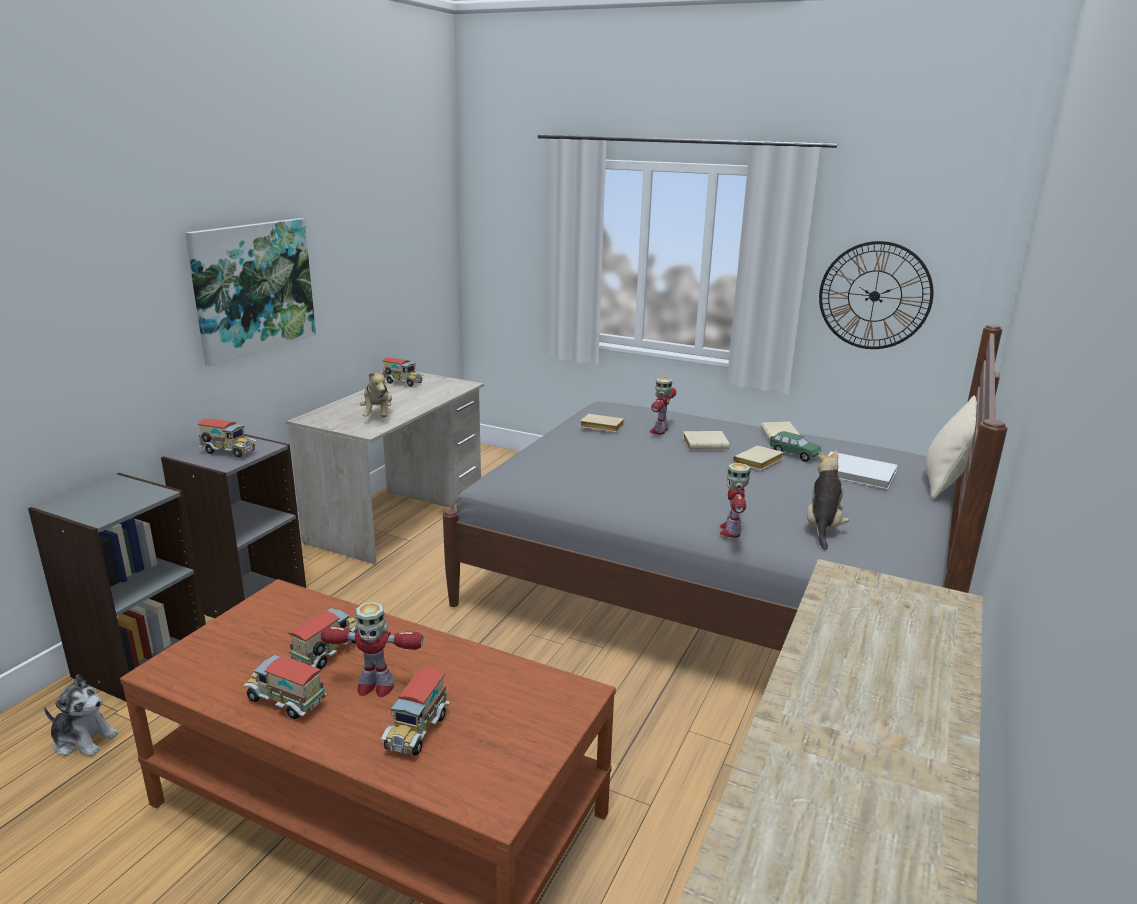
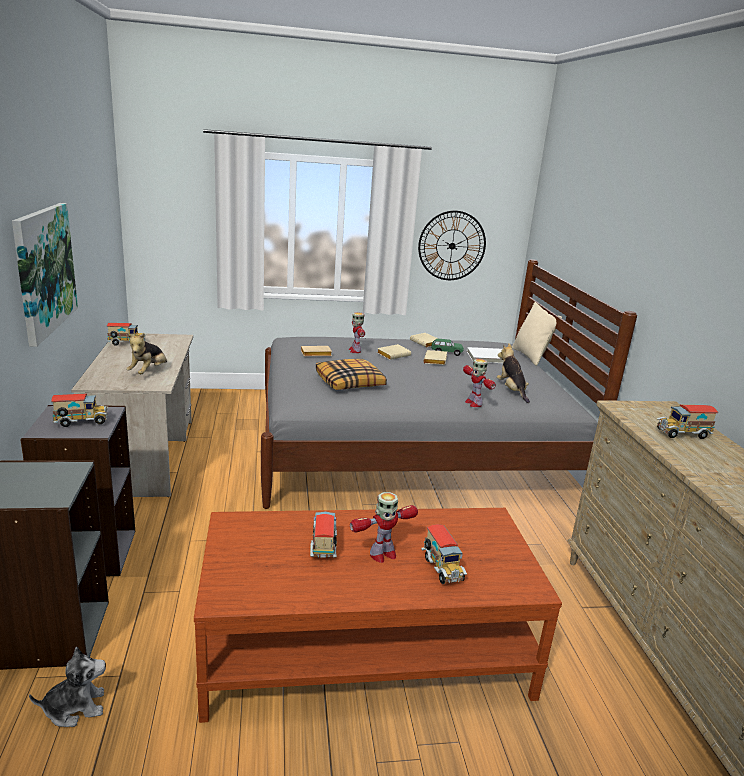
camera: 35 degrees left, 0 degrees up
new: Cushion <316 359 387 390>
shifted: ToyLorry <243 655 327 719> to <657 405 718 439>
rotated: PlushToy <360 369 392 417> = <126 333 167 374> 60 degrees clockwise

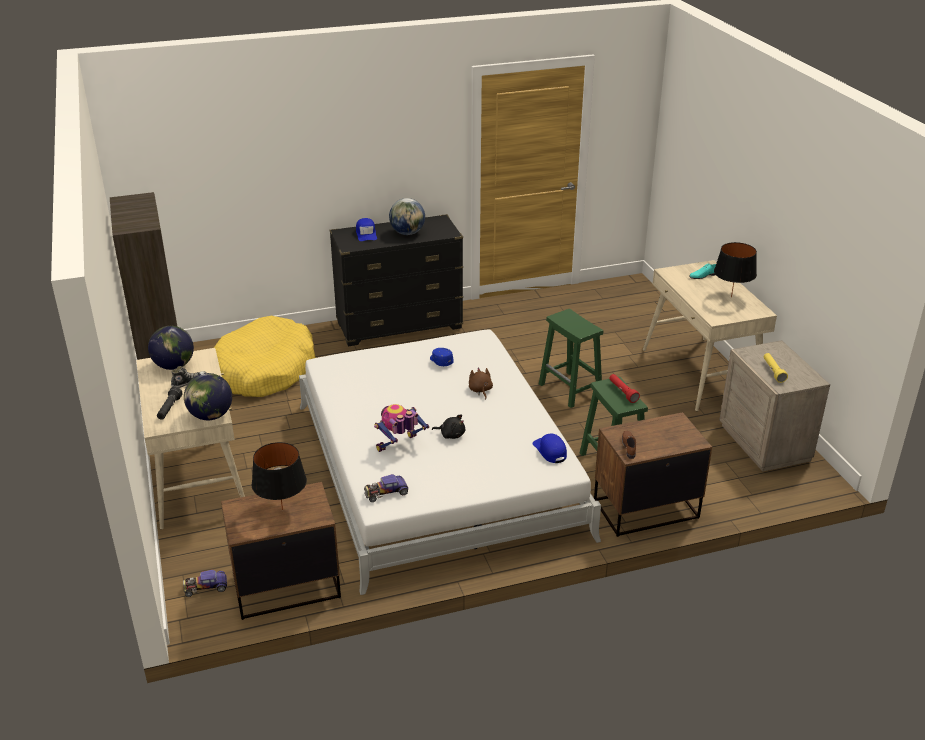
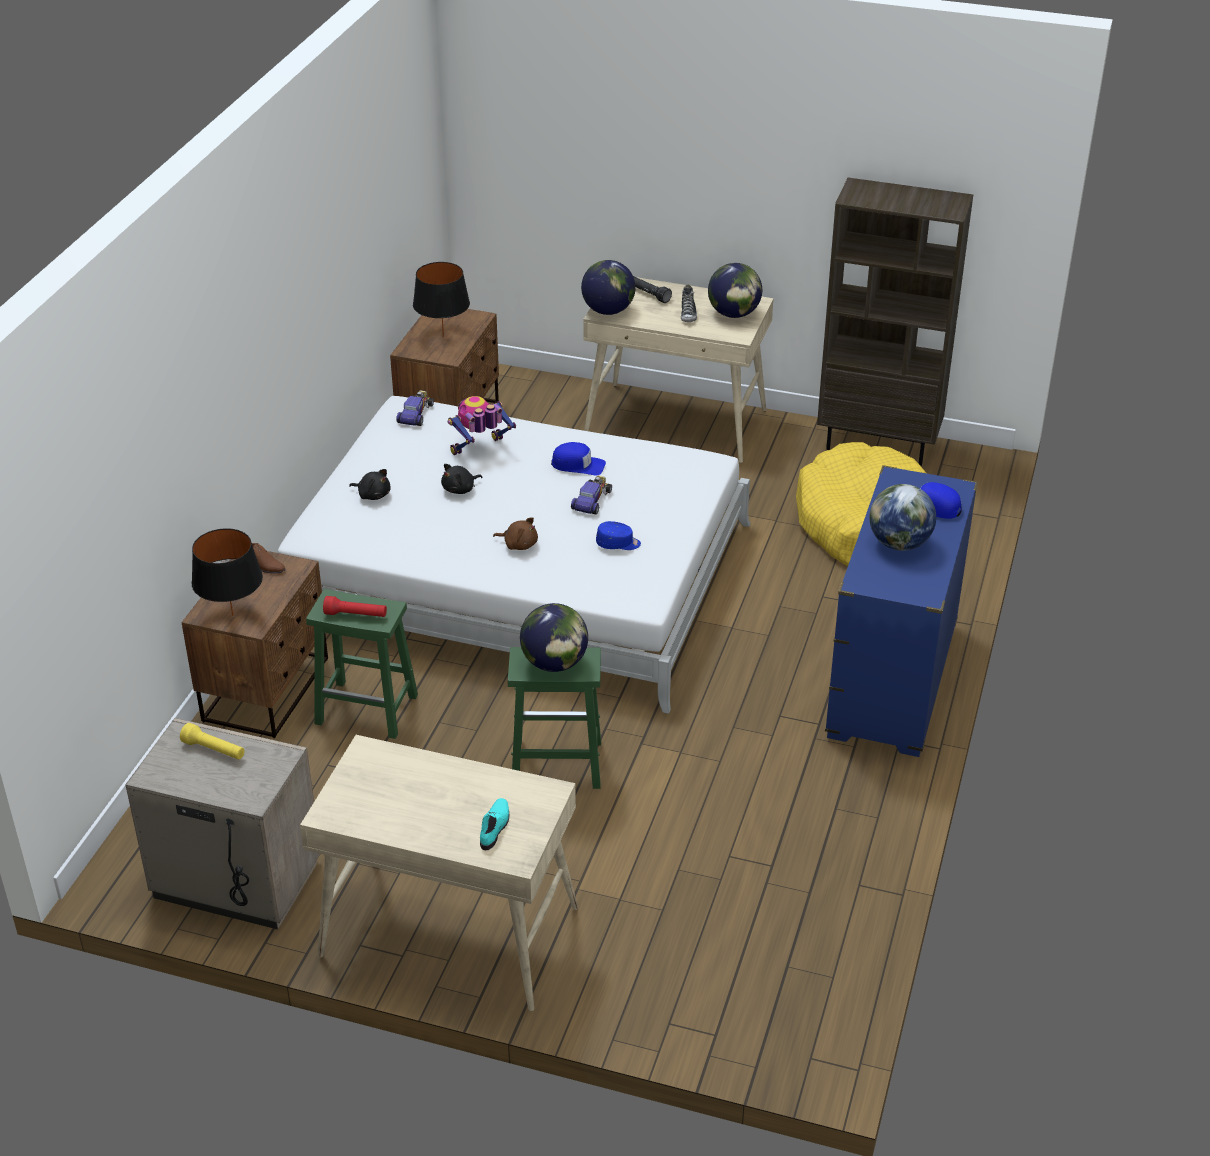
camera: 125 degrees right, 5 degrees up
new: BlackColouredPlushToy <349 469 391 500>; DeskGlobe <520 603 588 672>
shifted: BlackColouredTabletopLamp <714 242 757 297> to <192 528 263 616>; BlueColouredPeakedCap <533 434 567 463> to <551 442 606 476>; MiniatureCar <183 570 227 597> to <571 475 612 514>
repainted: BlackColouredDrawerChest <330 214 463 347> to BlueColouredDrawerChest <825 465 978 757>
rotated: RobotFigure <374 404 429 452> = <448 396 516 455> 120 degrees counterclockwise

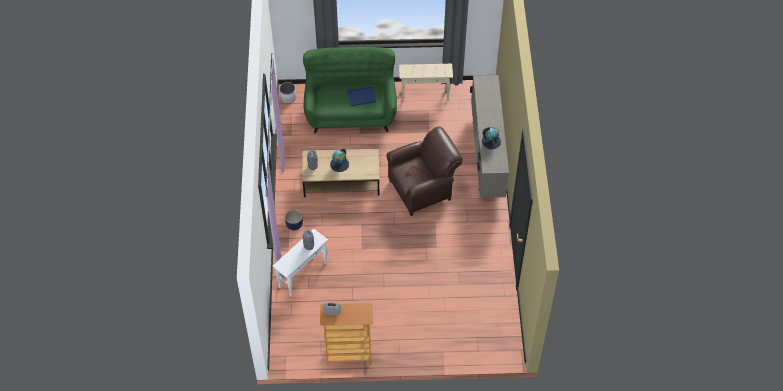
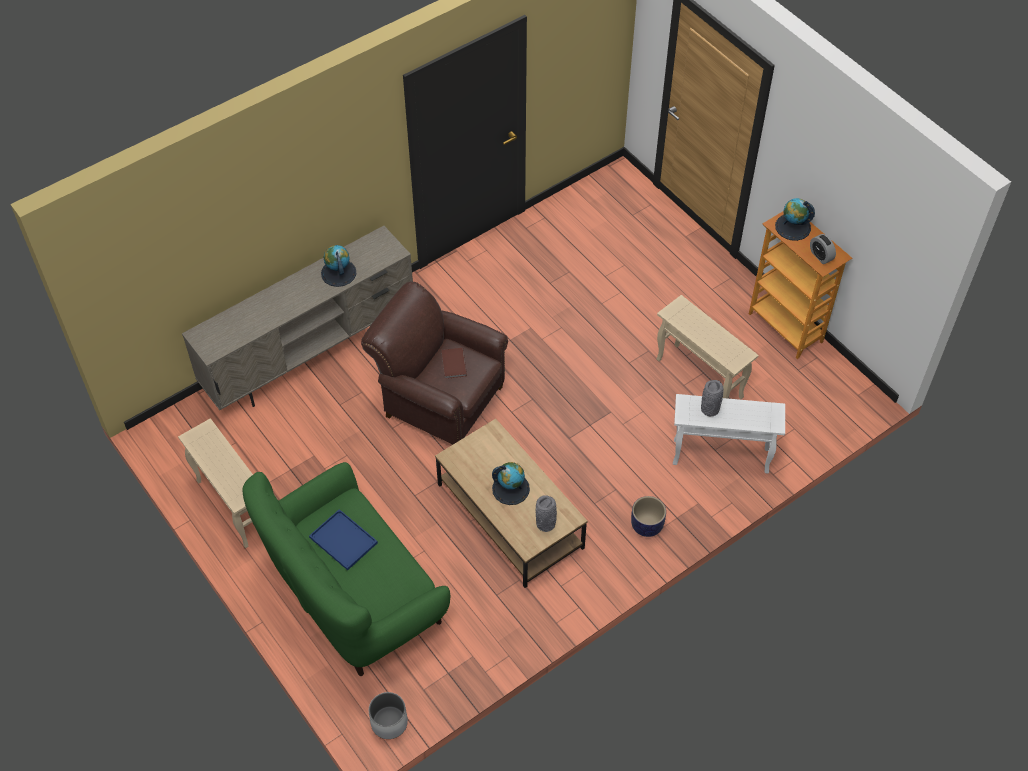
camera: 125 degrees left, 0 degrees up
new: DeskGlobe <775 198 815 241>; BeigeAccentTable <656 295 758 399>

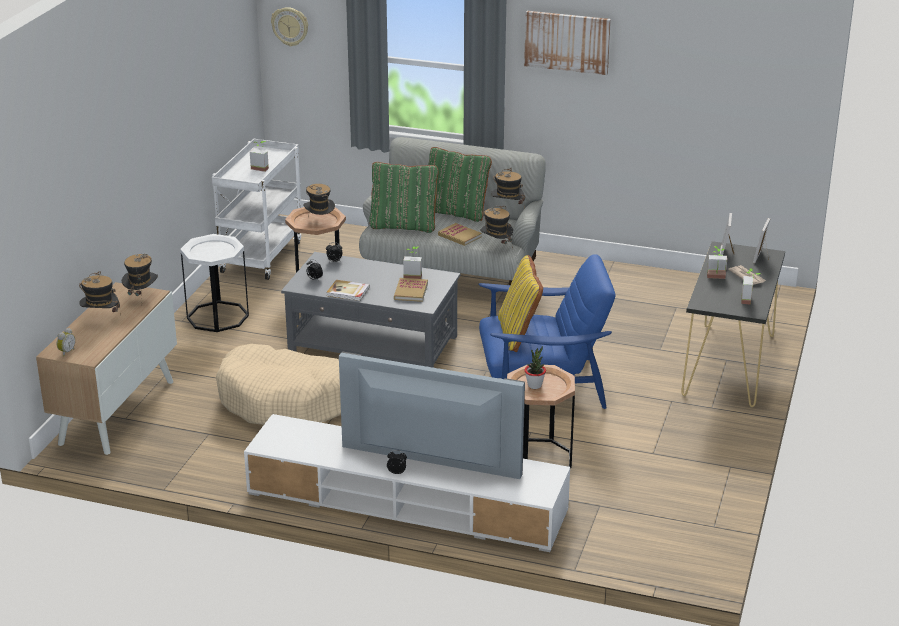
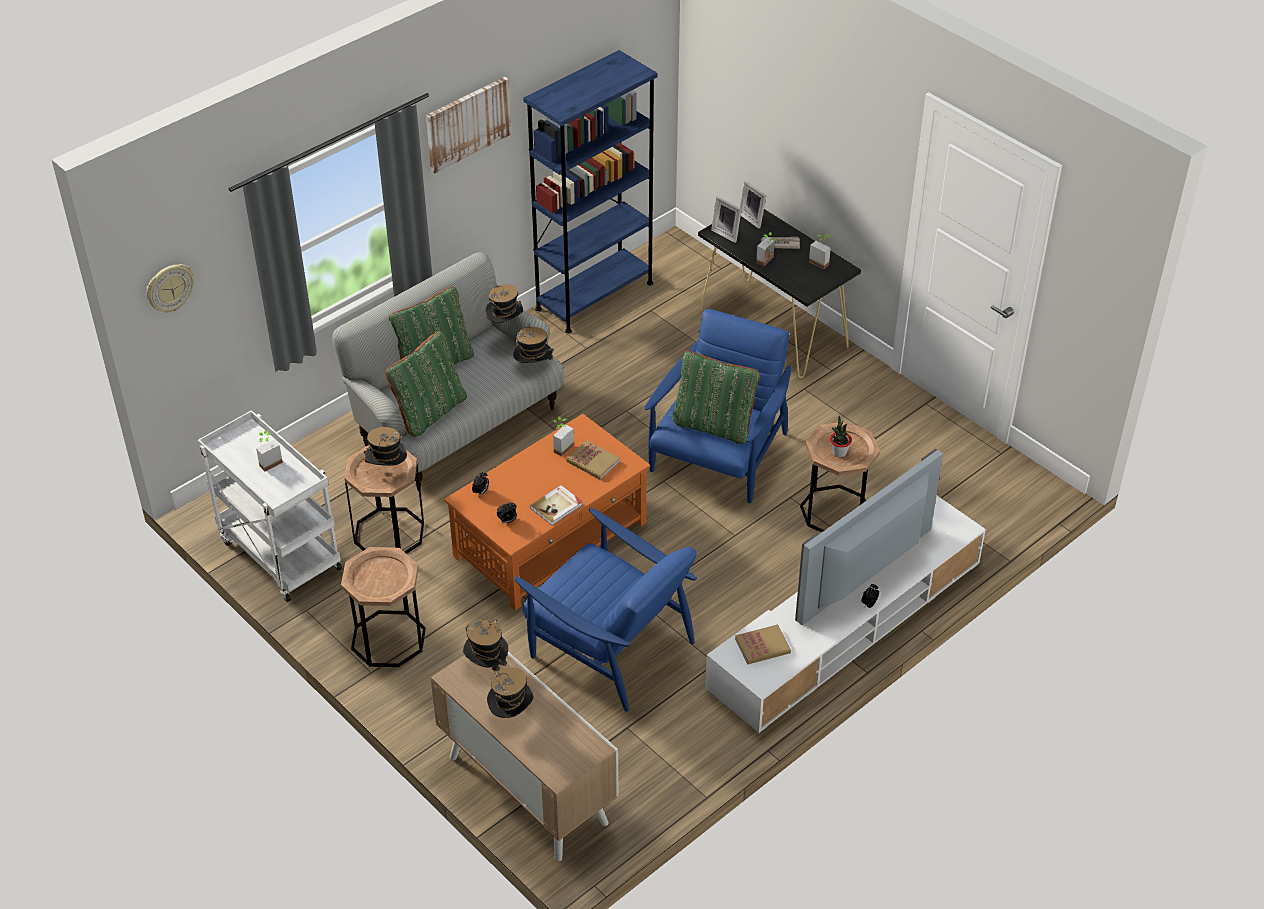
camera: 60 degrees left, 15 degrees up
gone: BedsideClock <57 328 75 356>
new: BlueColouredBookshelf <523 50 658 333>
shifted: BoundBook <438 223 482 246> to <735 624 791 665>
swapped: BeigeDogBed <216 344 341 425> to BlueColouredEasyChair <514 508 697 712>
repainted: WhitishAccentTable <180 234 249 332> to BrownAccentTable <341 547 426 667>; GreyLowTable <281 252 460 368> to OrangeLowTable <444 414 650 610>; YellowColouredCushion <498 255 543 352> to GreenCushion <673 351 760 444>

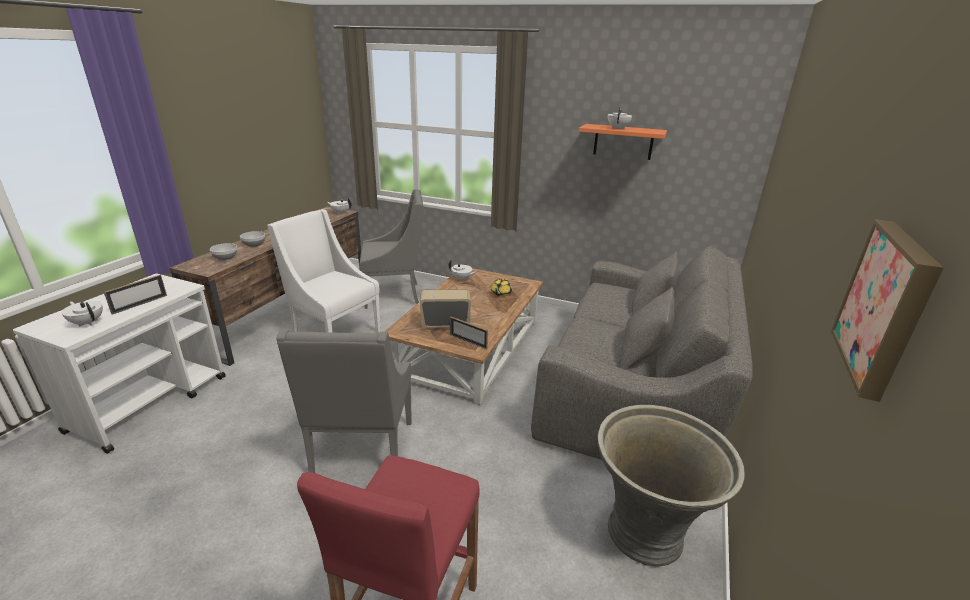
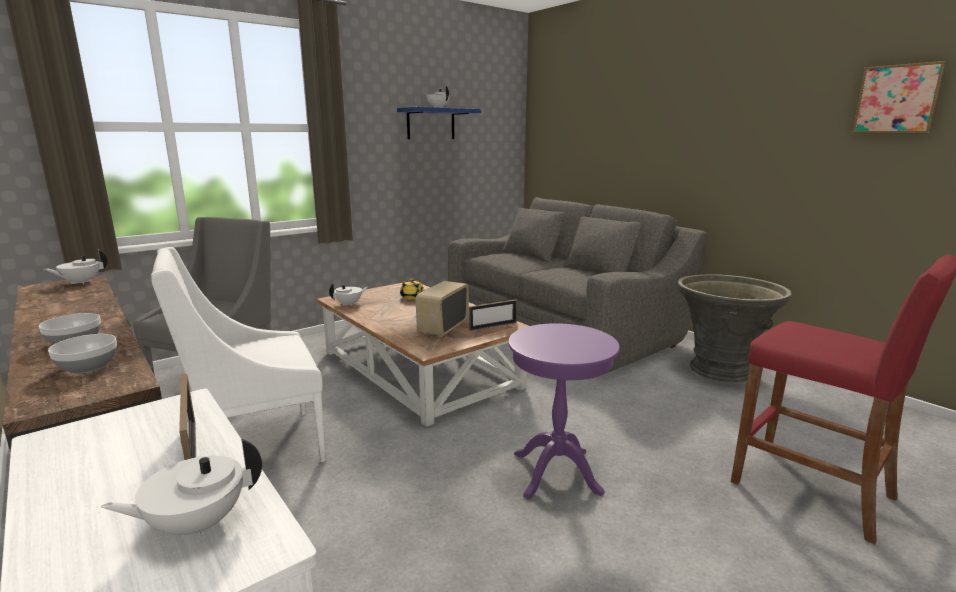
camera: 60 degrees left, 10 degrees down
swapped: GreyEasyChair <276 330 412 473> to PurpleColouredAccentTable <508 323 620 499>
repainted: OrangeShelf <579 124 667 160> to BlueColouredShelf <397 107 481 139>

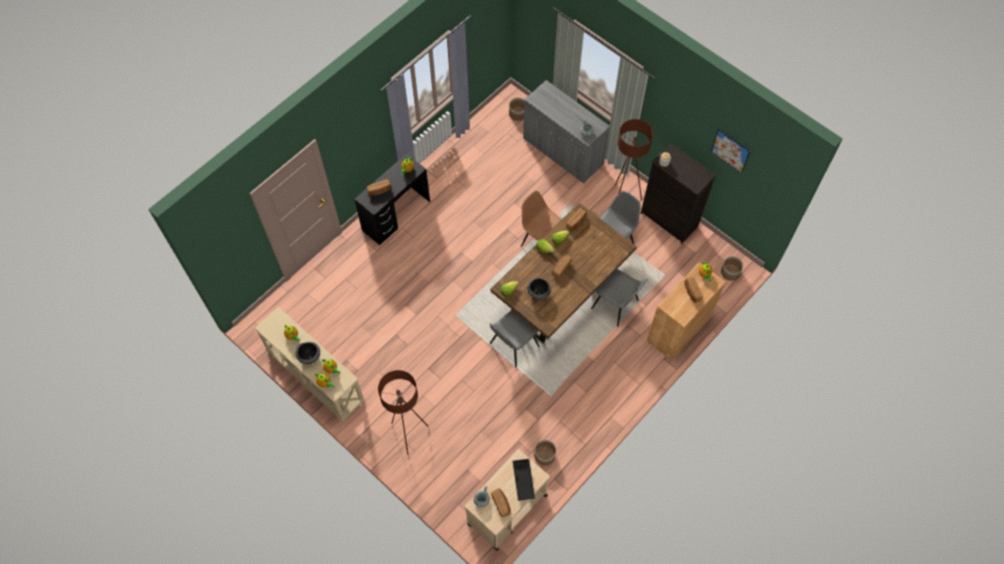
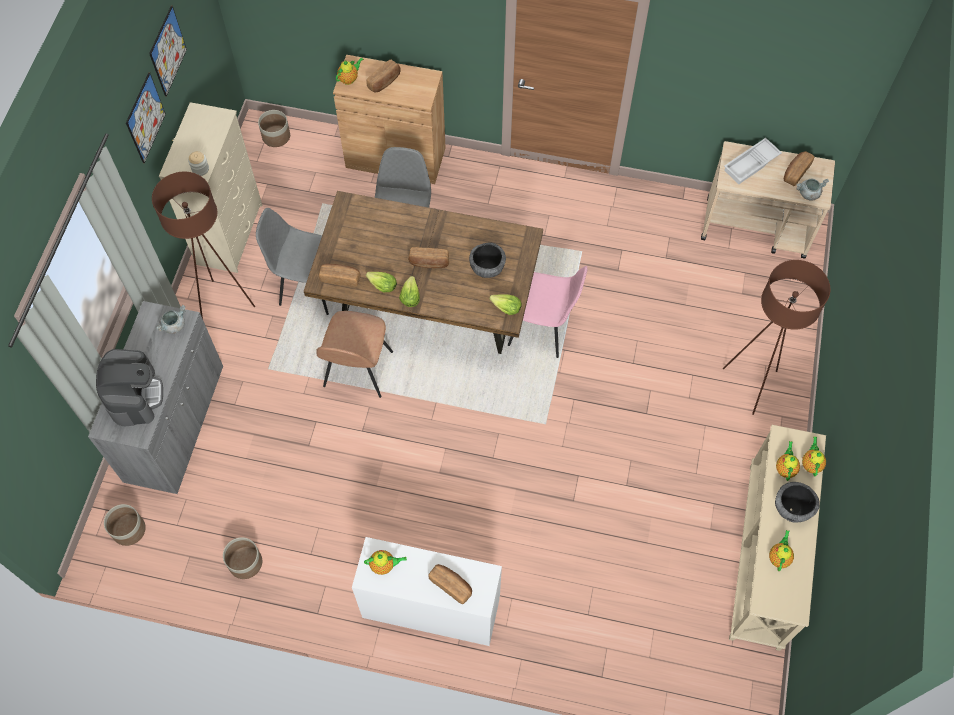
camera: 120 degrees left, 0 degrees up
new: WallArt <126 72 166 163>; CoffeeBrewer <96 349 163 426>
shifted: Planter <534 440 556 466> to <223 537 262 579>
repainted: BlackColouredDrawerChest <641 143 716 244> to BeigeDrawerChest <159 102 262 273>; BlackColouredDeskUnit <354 154 430 245> to WhitishDeskUnit <352 537 502 646>; GreyUprightChair <489 310 540 368> to PinkColouredUprightChair <508 266 588 358>; BlackColouredCarryingTray <513 459 535 501> to WhitishCarryingTray <724 138 782 184>

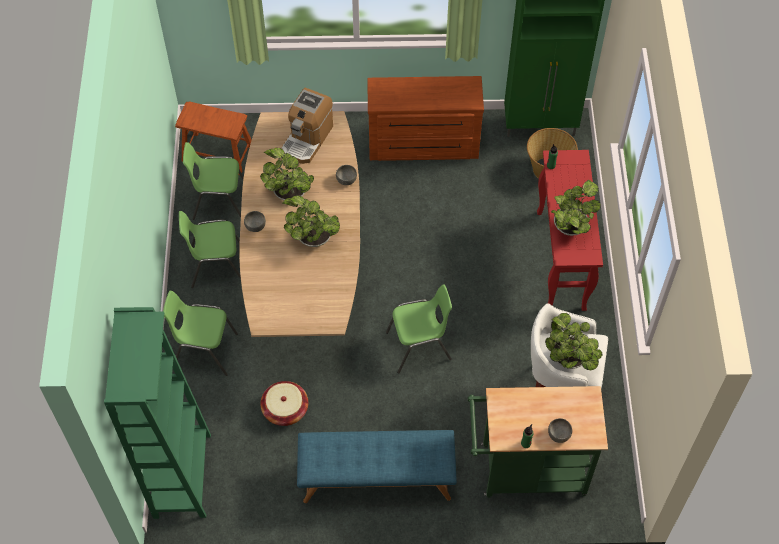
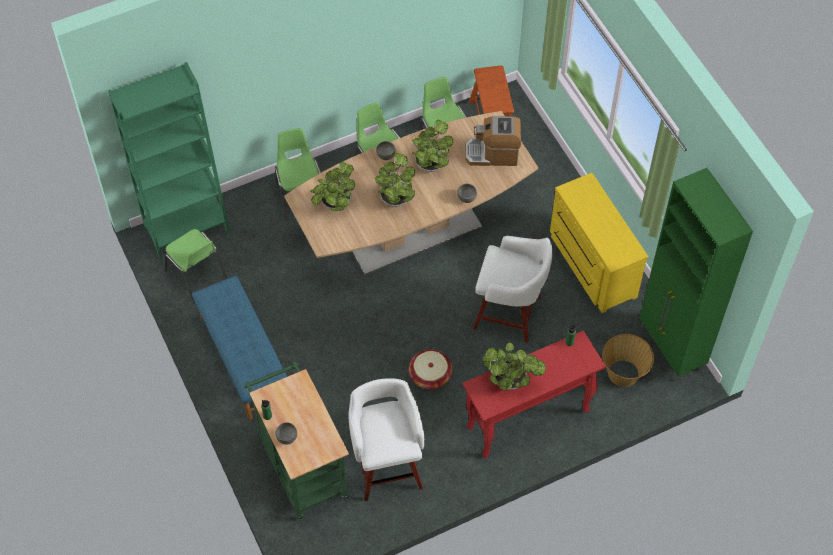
camera: 65 degrees right, 0 degrees up
new: WhitishSittingStool <473 236 552 343>
shifted: GreenUprightChair <386 284 452 374> to <165 229 227 303>; PottedPlant <545 313 602 370> to <310 162 355 211>; StorageBasket <260 381 308 426> to <409 349 452 390>
repainted: BrownDrawerChest <367 76 484 161> to YellowColouredDrawerChest <550 173 648 313>

